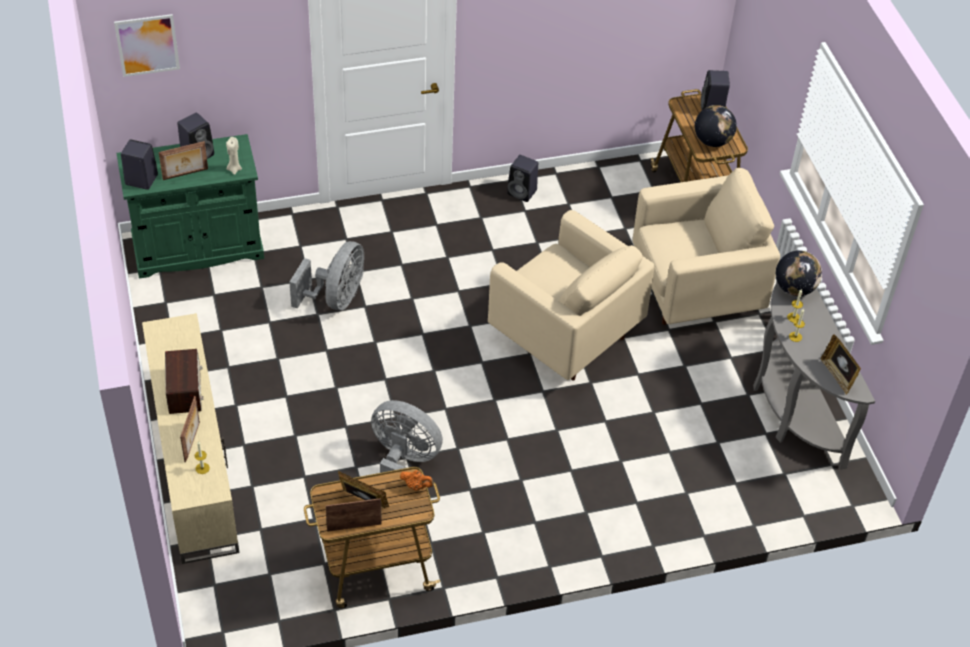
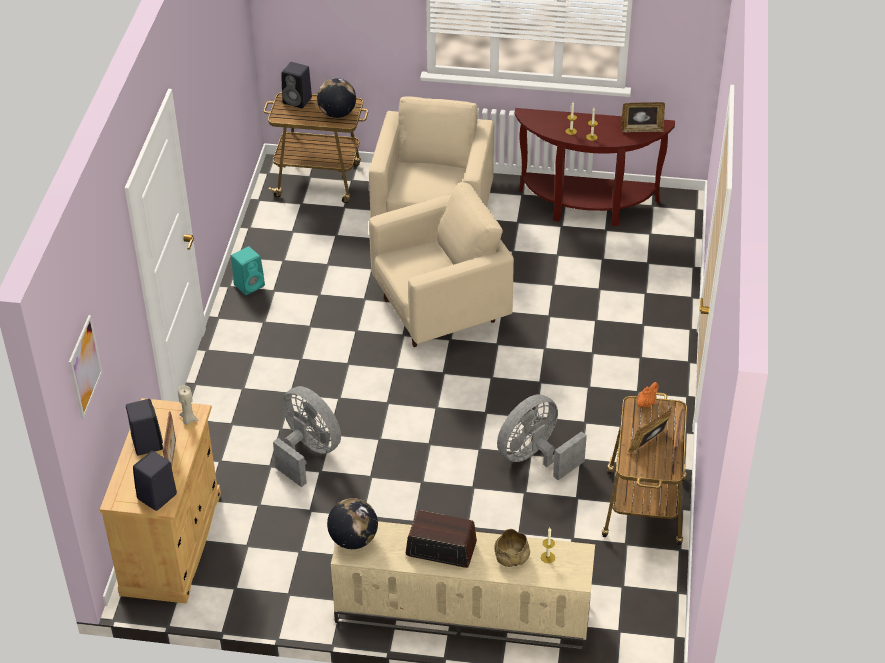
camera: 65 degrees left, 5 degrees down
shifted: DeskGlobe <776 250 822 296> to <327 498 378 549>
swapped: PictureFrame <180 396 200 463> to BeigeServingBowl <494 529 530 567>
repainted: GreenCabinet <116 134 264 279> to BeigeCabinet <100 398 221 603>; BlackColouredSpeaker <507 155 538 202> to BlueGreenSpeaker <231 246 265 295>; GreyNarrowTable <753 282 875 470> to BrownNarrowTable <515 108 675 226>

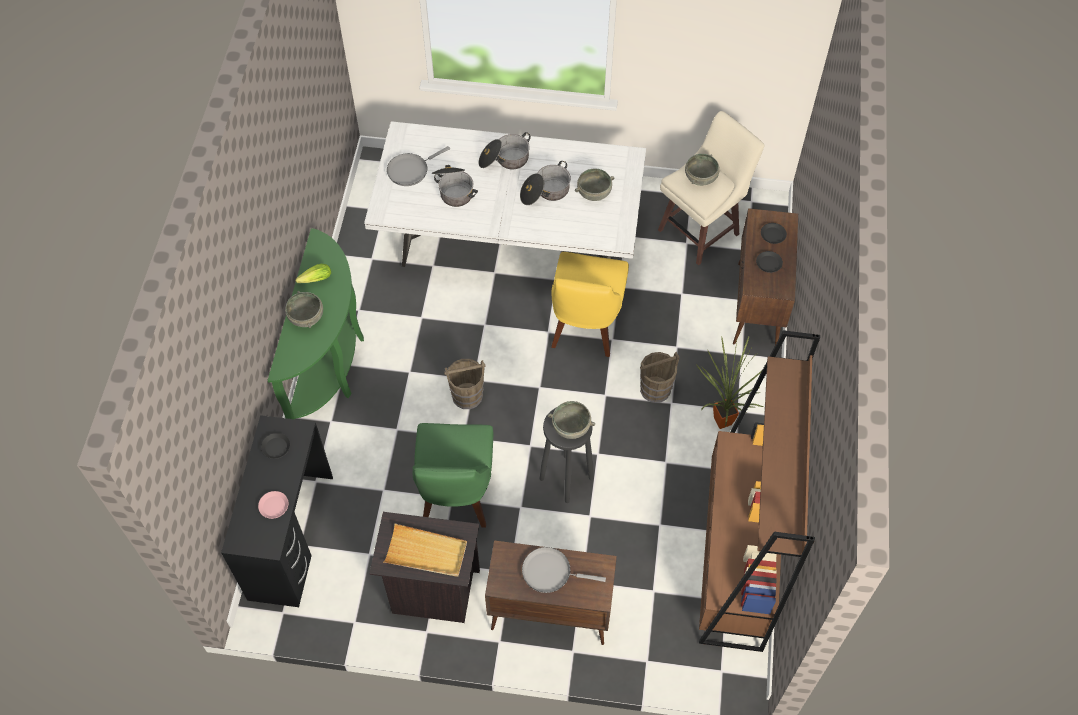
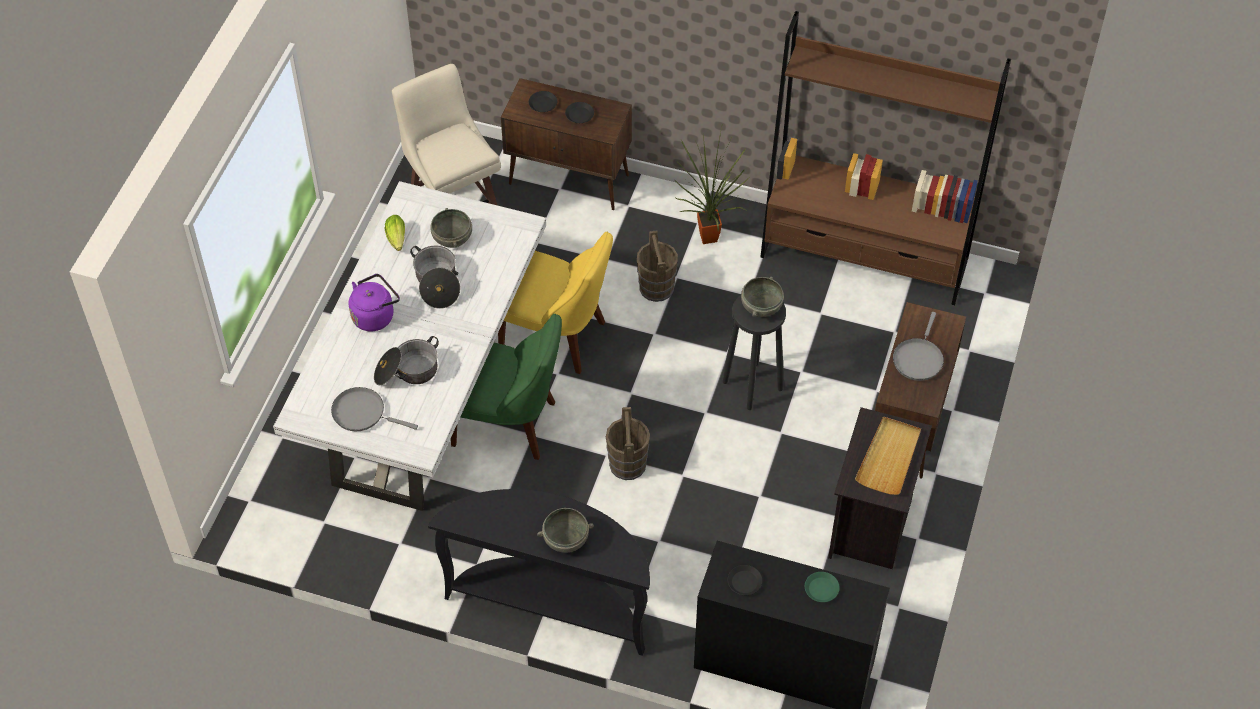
camera: 80 degrees left, 5 degrees down
gone: GreyServingBowl <685 154 720 186>
shifted: LettuceHead <295 264 331 283> to <384 215 405 251>; GreenUprightChair <413 423 494 528> to <451 313 562 460>
swapped: CookingPot <479 132 531 169> to PurpleColouredWaterKettle <349 274 400 331>
repainted: GreenNarrowTable <268 228 364 419> to BlackColouredNarrowTable <428 489 650 656>; PinkColouredFlatDish <258 491 288 519> to GreenFlatDish <805 572 840 602>
rotated: GreyPan <387 146 450 186> = <331 387 418 431> 135 degrees clockwise

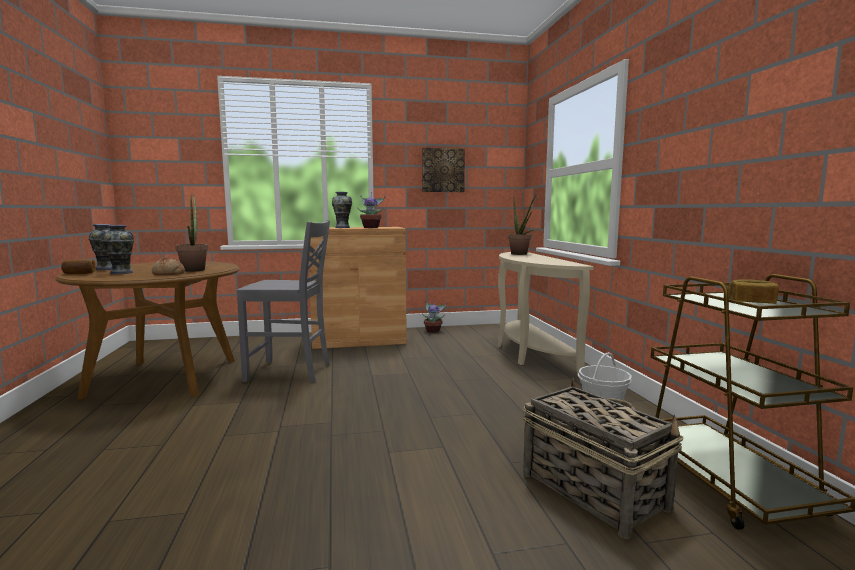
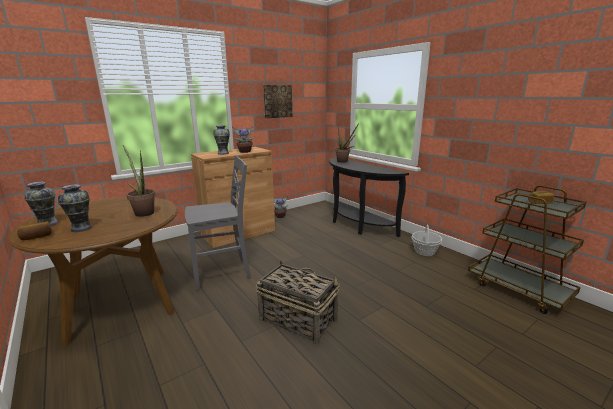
camera: 25 degrees left, 10 degrees up
gone: BakeryBread <152 258 185 275>
shifted: StorageBasket <523 378 683 539> to <256 260 340 345>
repainted: BeigeNarrowTable <498 252 594 376> to BlackColouredNarrowTable <329 157 409 237>

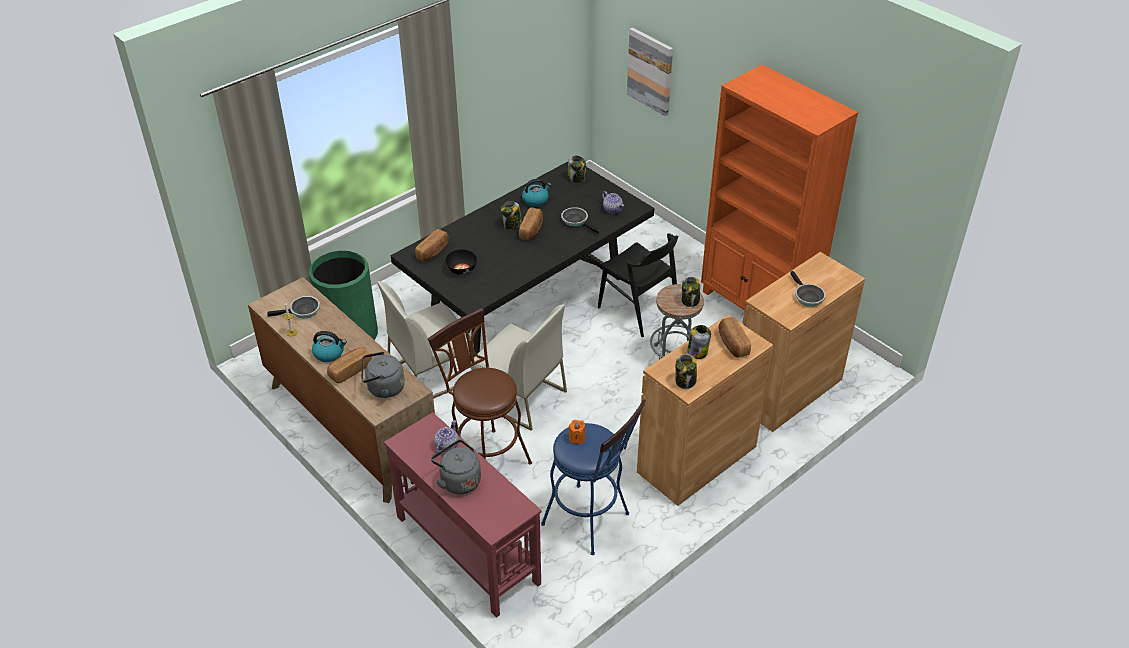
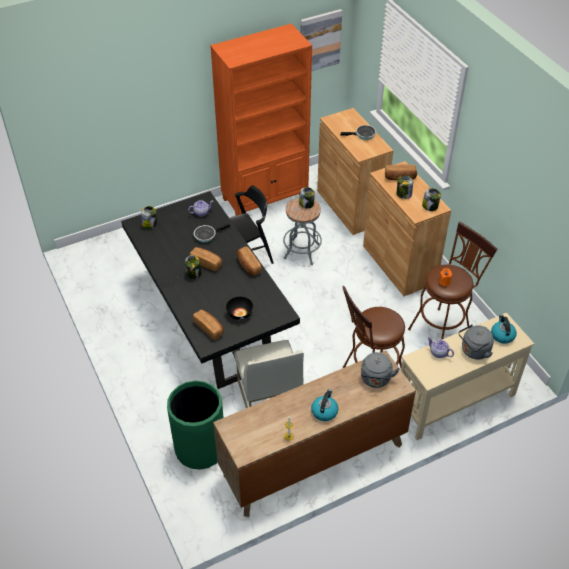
camera: 75 degrees left, 5 degrees up
gone: Pan <267 296 320 318>; WhitishUprightChair <471 304 567 431>
shifted: WallArt <627 28 673 116> to <300 9 342 71>; WaterKettle <522 179 551 207> to <491 315 517 344>; BakeryBread <327 347 372 384> to <237 246 262 276>
repainted: BlueColouredSittingStool <541 400 646 555> to BrownSittingStool <408 222 497 340>; ReddishNarrowTable <384 412 542 618> to BeigeNarrowTable <401 313 534 440>

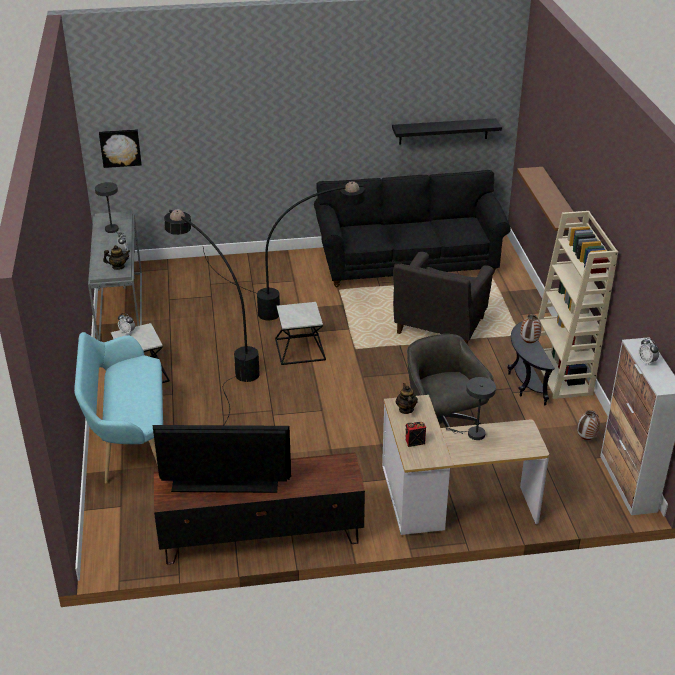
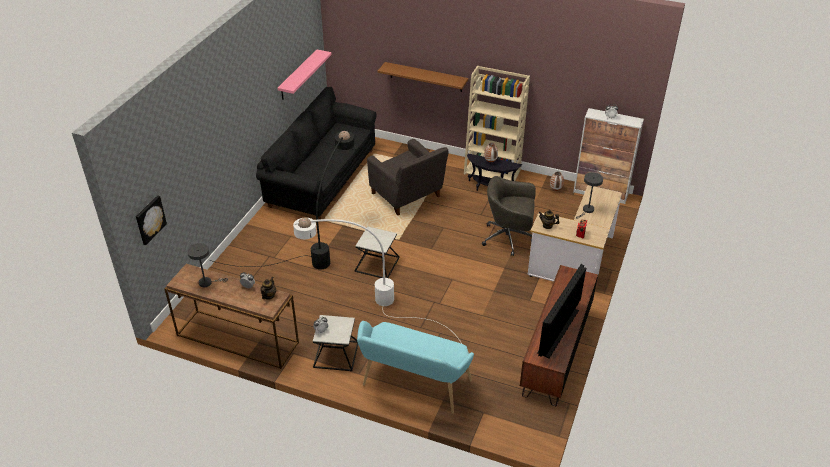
camera: 60 degrees left, 5 degrees up
repainted: BlackColouredShelf <392 118 502 144> to PinkColouredShelf <278 49 332 100>; BlackColouredStandingLamp <164 210 260 425> to WhitishStandingLamp <293 217 462 344>; GreyNarrowTable <88 211 142 341> to BrownNarrowTable <164 264 299 369>

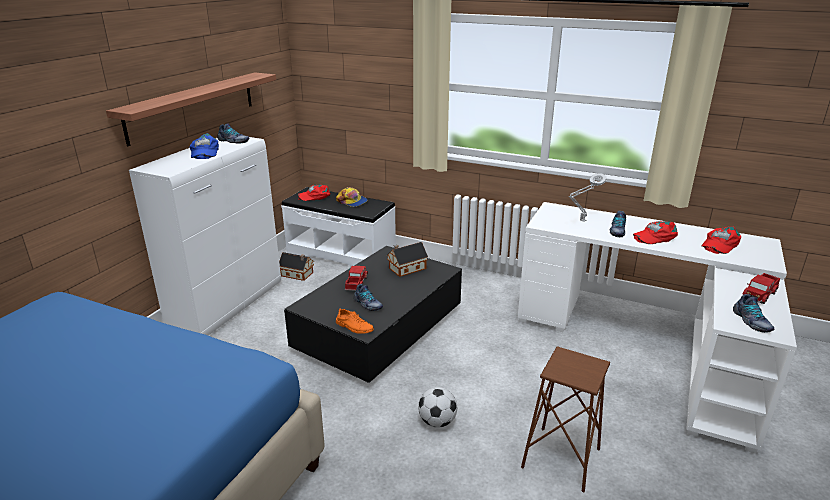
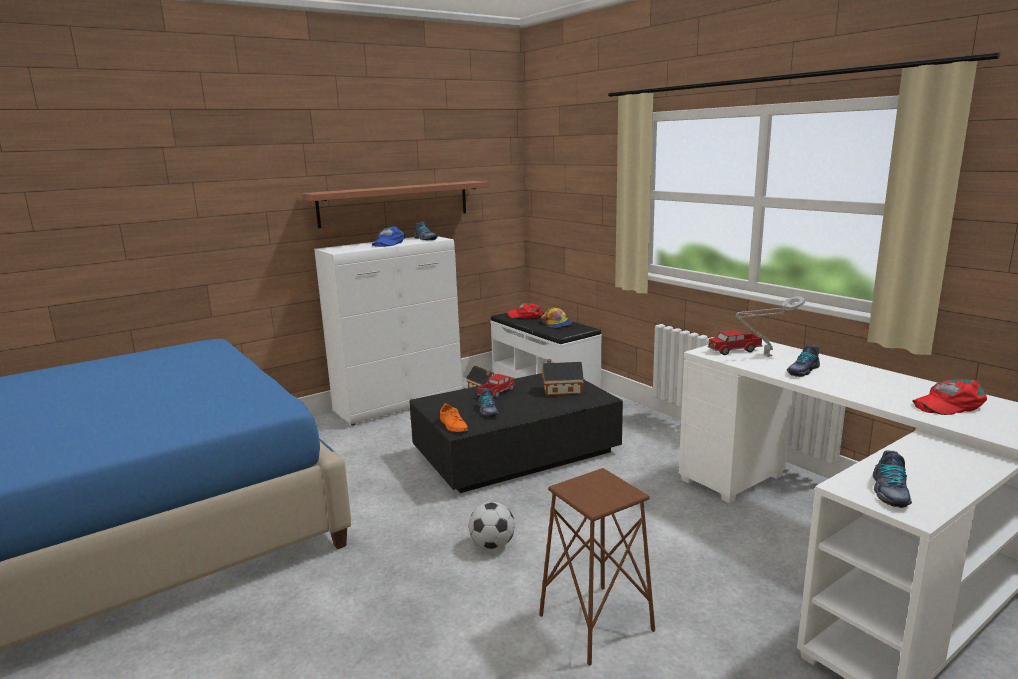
camera: 30 degrees right, 10 degrees down
gone: ReddishPeakedCap <633 221 678 244>
shifted: ToyLorry <742 273 780 304> to <708 330 763 355>

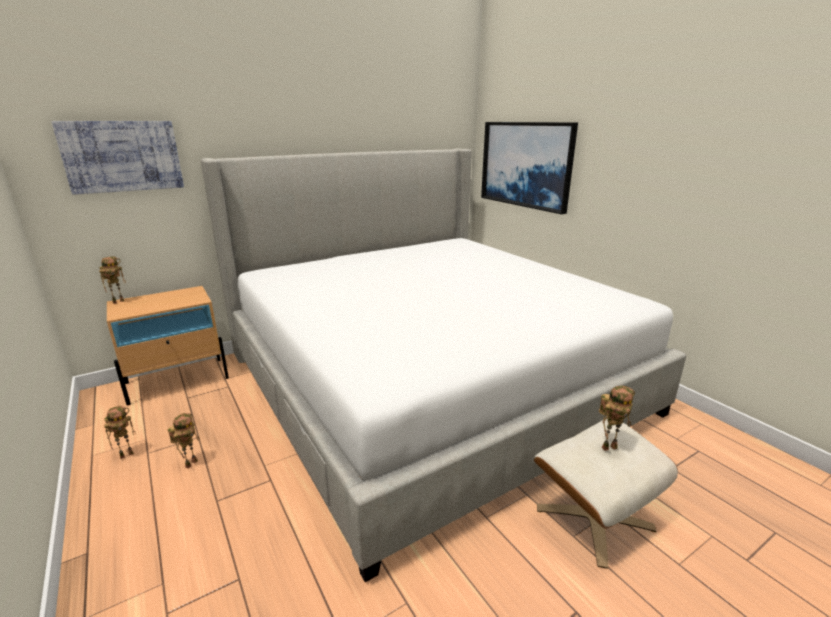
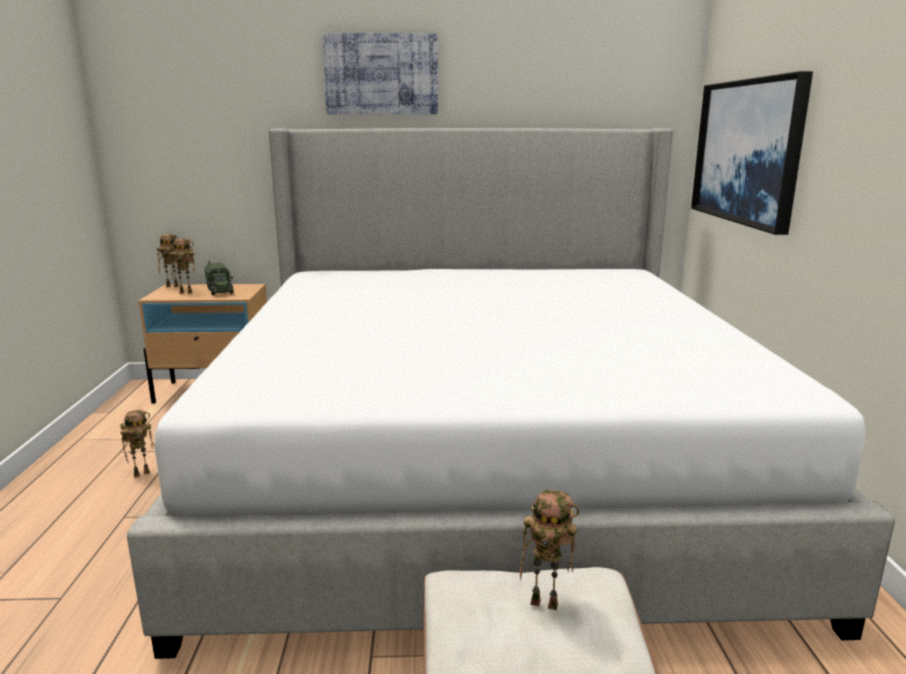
camera: 30 degrees right, 5 degrees down
new: ToyLorry <205 261 233 295>
shifted: WallArt <51 121 184 195> to <322 33 438 114>; RobotFigure <104 406 136 459> to <170 239 195 294>

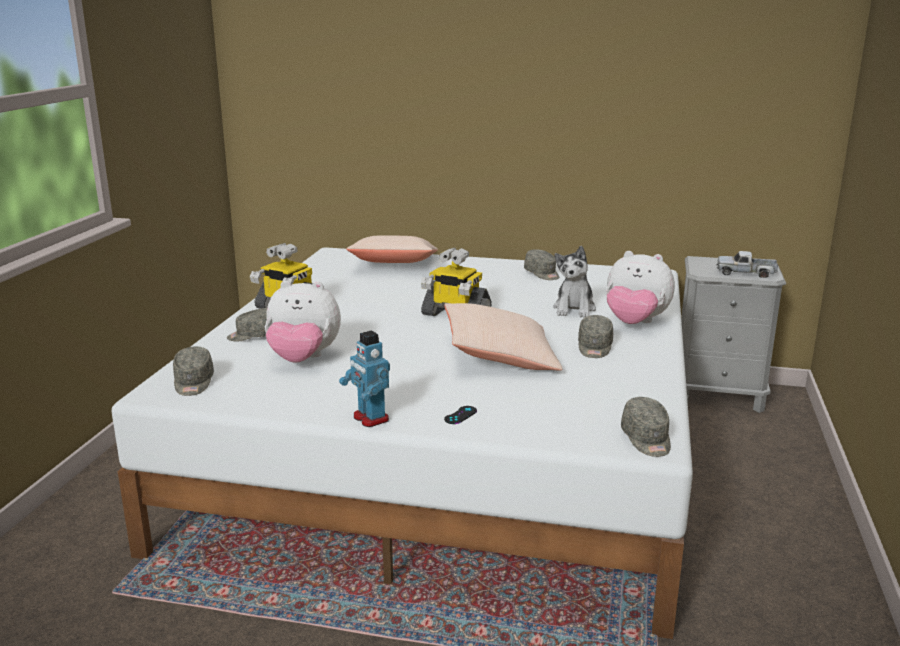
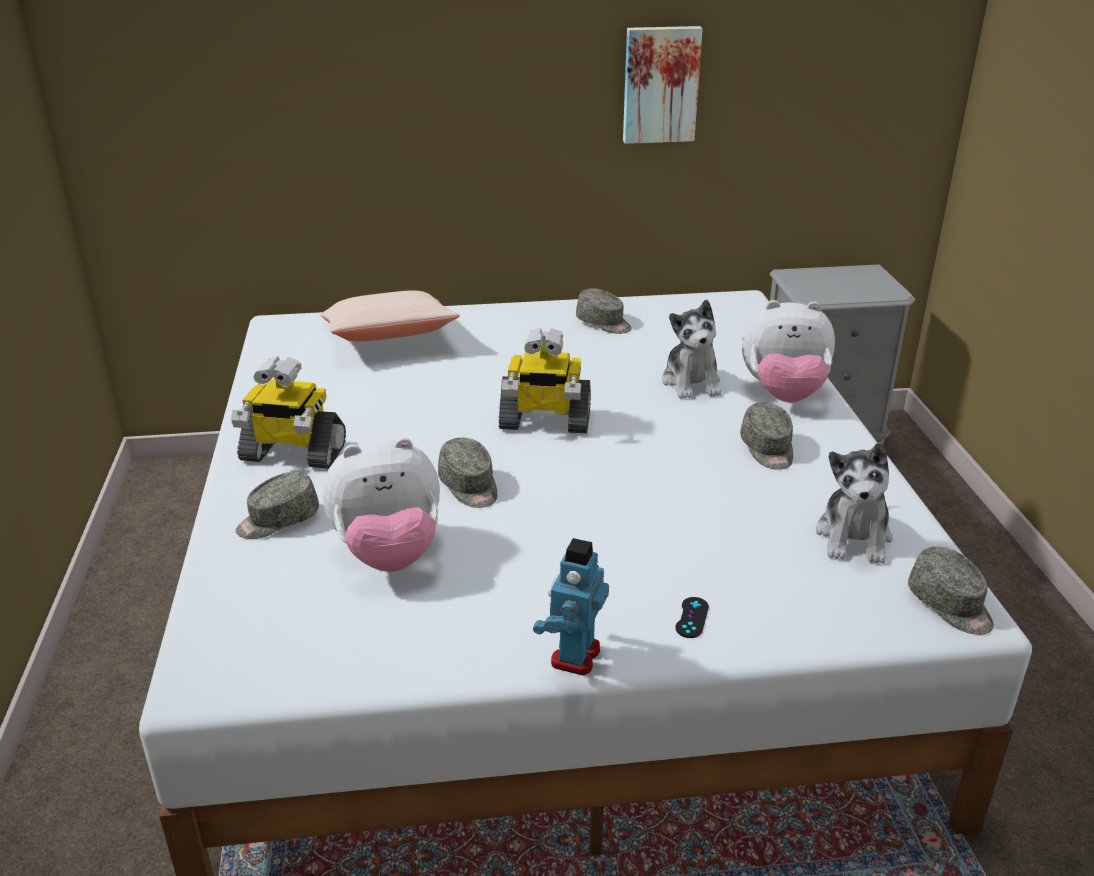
camera: 20 degrees left, 10 degrees up
gone: ToyLorry <716 251 778 278>; BeigeCushion <444 303 563 371>
new: WallArt <623 26 703 144>; PlushToy <816 442 893 564>
shifted: GreyPeakedCap <173 346 214 396> to <438 438 497 508>
rotated: RobotFigure <339 331 390 427> = <533 538 609 676> 75 degrees clockwise

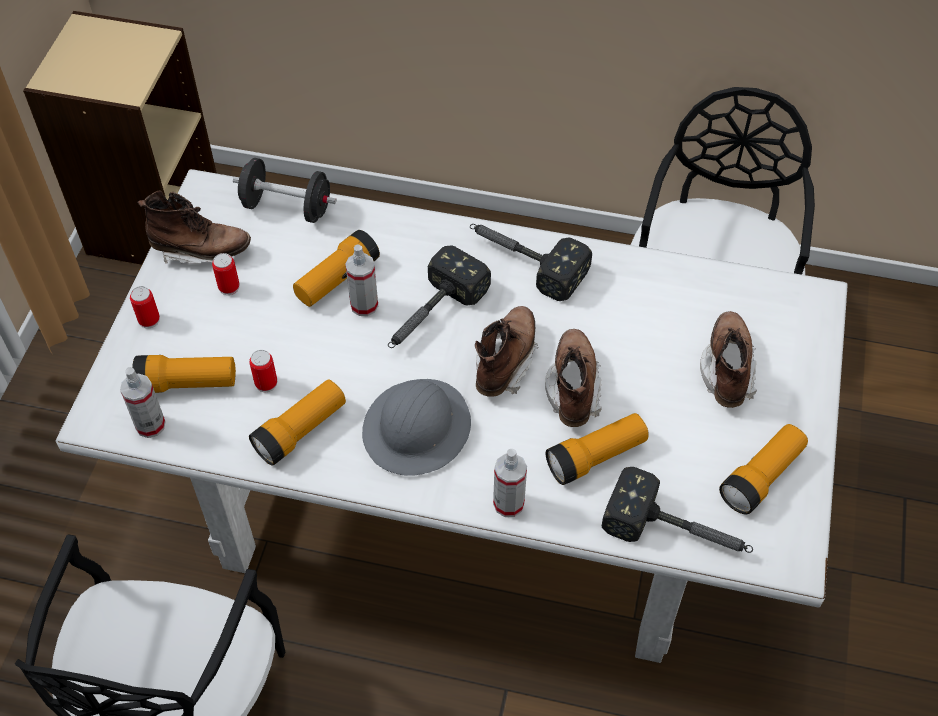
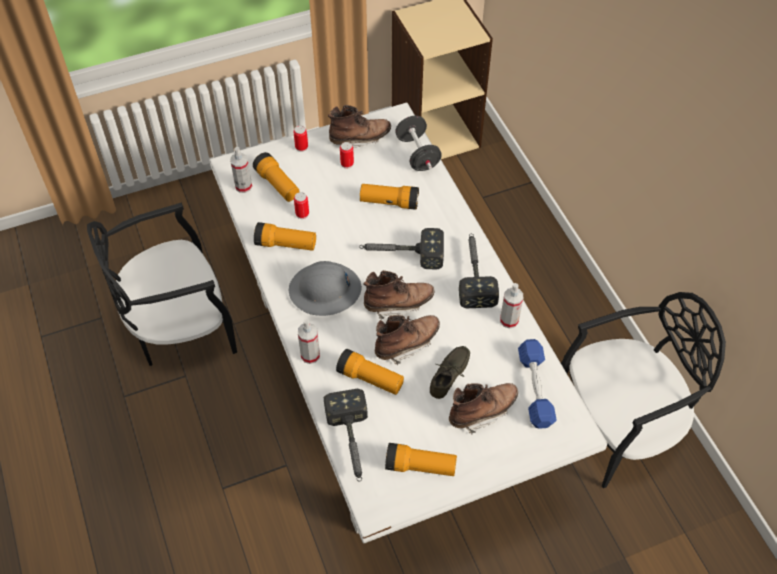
camera: 55 degrees right, 0 degrees up
new: BlueColouredHandWeight <518 339 557 429>; GreyLowShoe <430 346 470 399>
shifted: SprayBottle <345 245 378 316> to <500 283 523 329>
rotated: BrownTallBoot <138 190 251 265> = <328 105 391 148> 75 degrees counterclockwise

